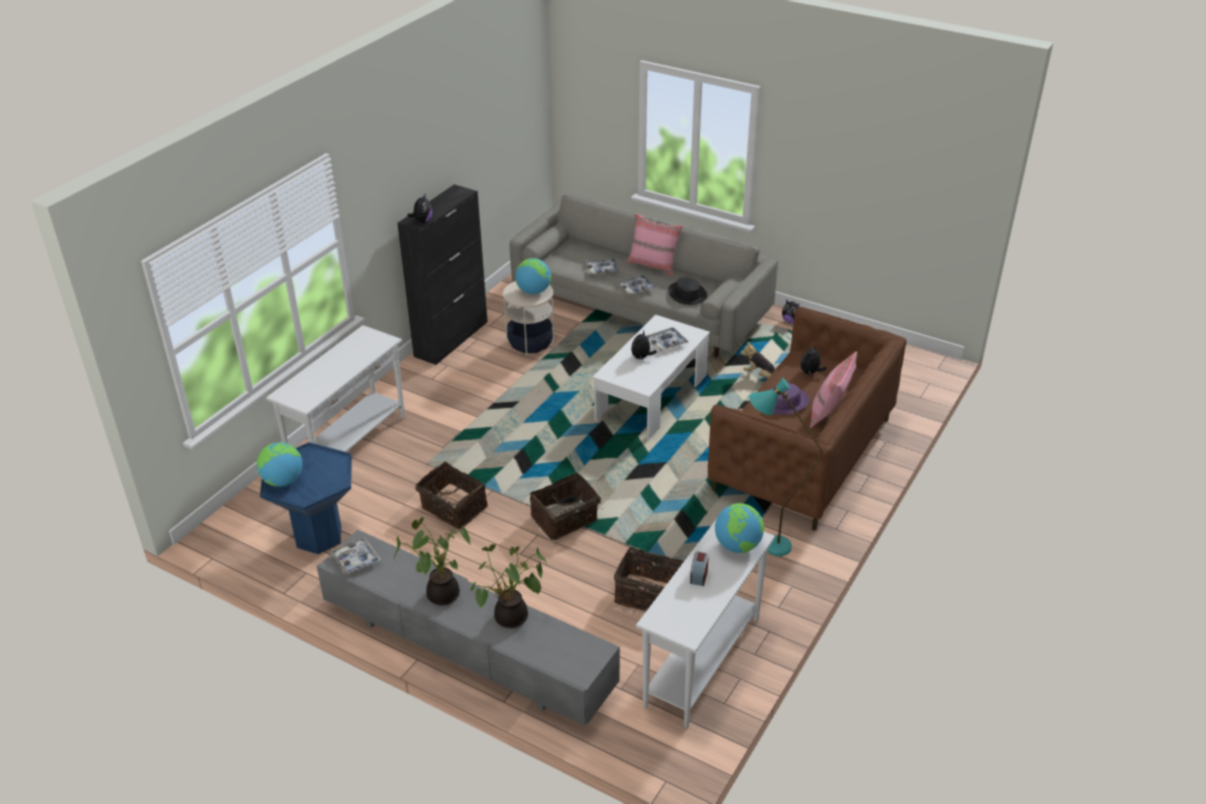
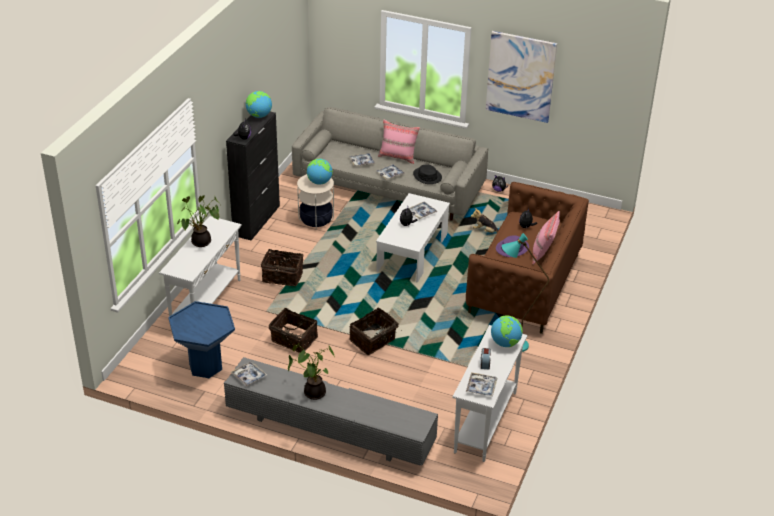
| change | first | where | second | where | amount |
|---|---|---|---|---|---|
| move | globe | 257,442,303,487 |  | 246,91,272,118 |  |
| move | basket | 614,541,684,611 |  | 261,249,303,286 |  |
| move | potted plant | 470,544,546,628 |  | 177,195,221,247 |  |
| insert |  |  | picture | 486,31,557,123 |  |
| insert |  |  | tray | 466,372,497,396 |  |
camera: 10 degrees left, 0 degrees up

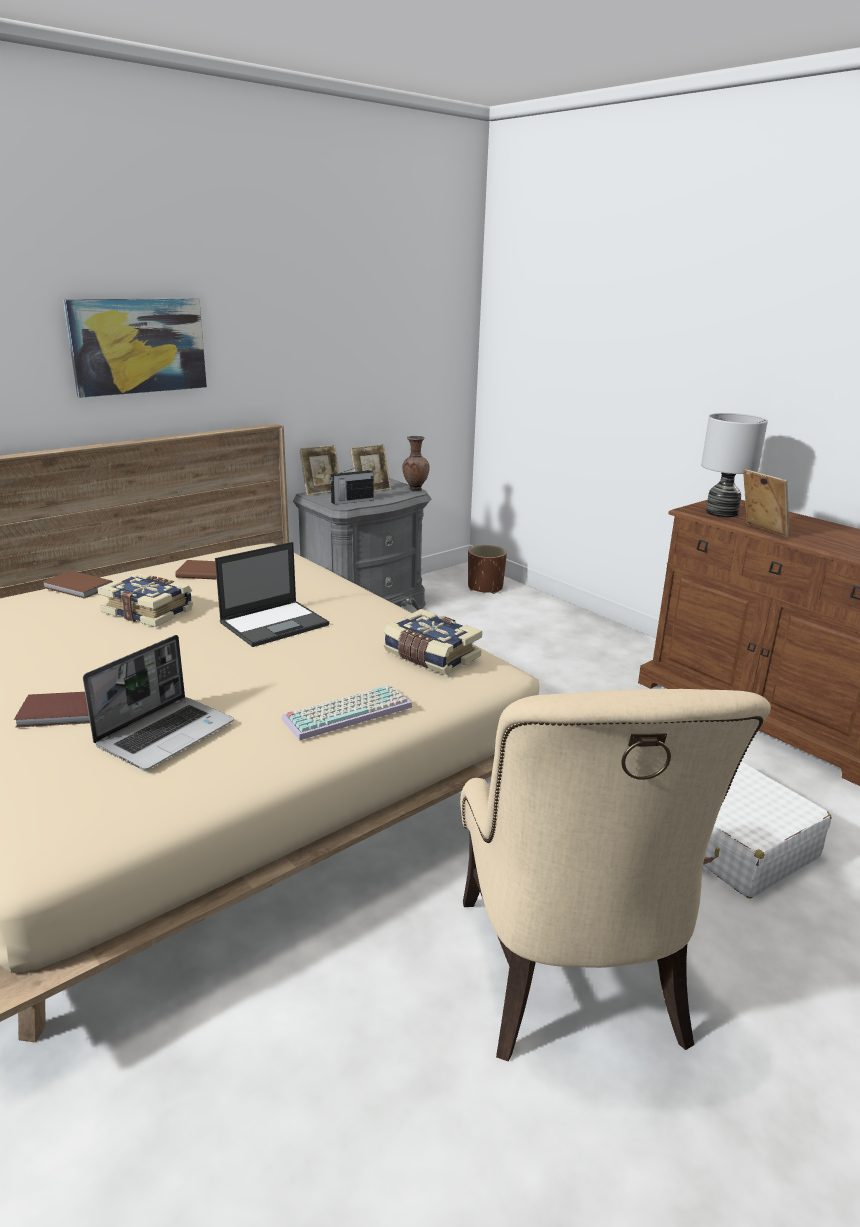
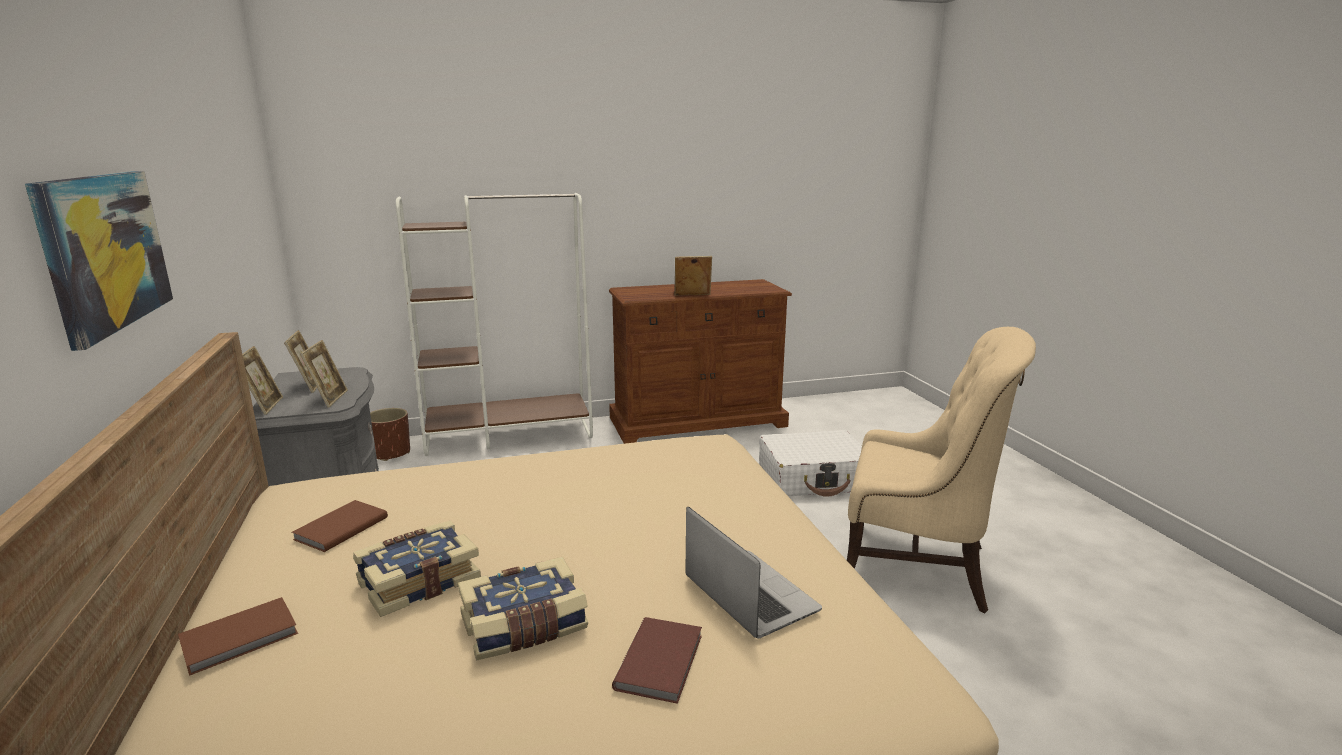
| change | first | where | second | where | amount |
|---|---|---|---|---|---|
| delete | table lamp/grey | 701,413,768,517 |  |  |  |
| delete | vase/brown | 402,436,430,491 |  |  |  |
| replace | radio | 330,464,374,505 | picture frame | 300,340,348,407 |  |
| delete | laptop | 215,542,329,647 |  |  |  |
| move | book | 384,609,482,675 |  | 458,557,588,661 |  |
| delete | keyboard | 281,685,412,741 |  |  |  |
| insert |  |  | clothes rack/brown | 396,193,593,456 |  |
camera: 65 degrees left, 5 degrees down

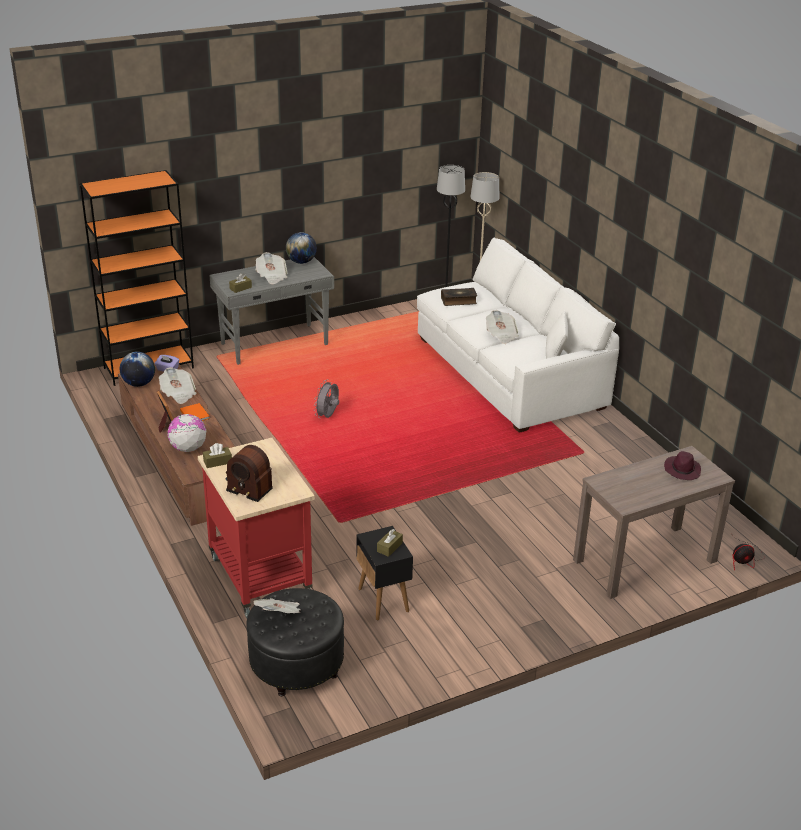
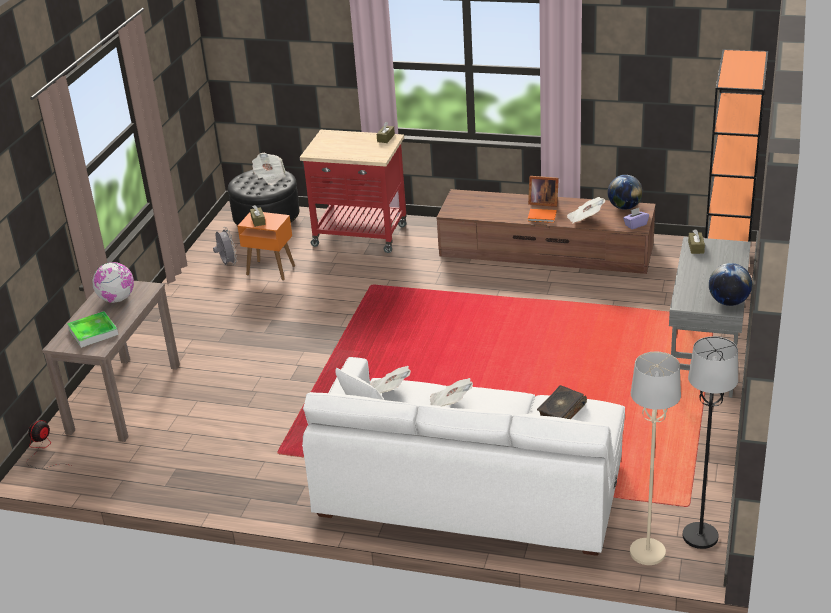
| change | first | where | second | where | amount |
|---|---|---|---|---|---|
| move | newspaper | 256,252,287,284 |  | 370,366,411,394 |  |
| move | fan/grey | 314,379,339,418 |  | 213,227,237,265 |  |
| move | globe | 167,414,206,452 |  | 92,262,134,303 |  |
| delete | radio | 225,445,273,502 |  |  |  |
| replace | hat/purple | 664,451,701,480 | tray | 67,311,119,348 |  |
| recolor | side table/black | 356,526,413,620 | side table/orange | 238,212,295,280 |  |
camera: 135 degrees right, 0 degrees up

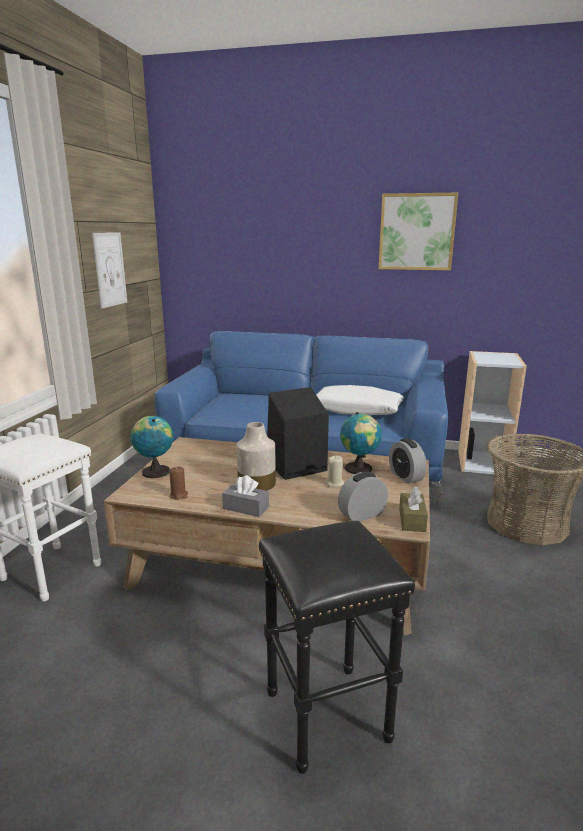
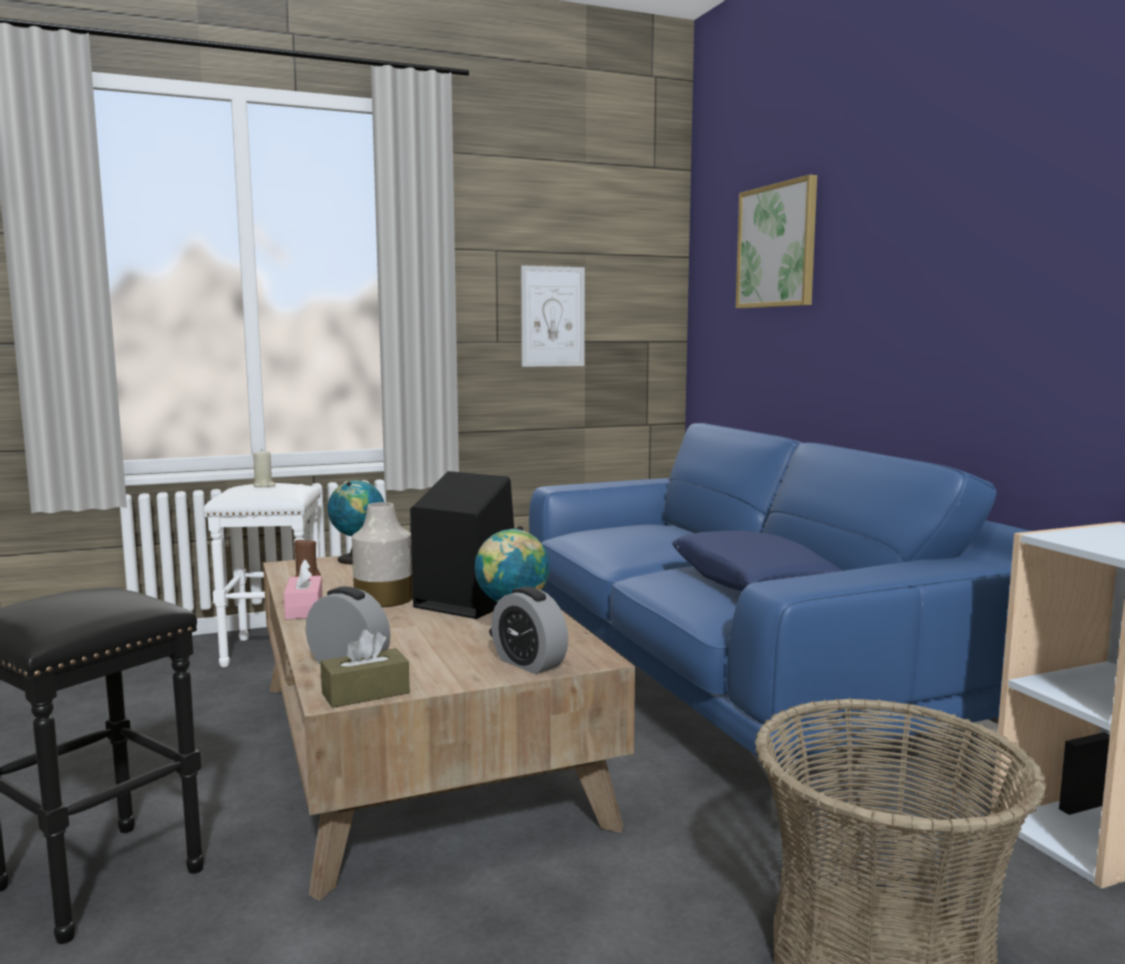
| change | first | where | second | where | amount |
|---|---|---|---|---|---|
| move | picture | 378,193,458,270 |  | 736,175,817,308 |  |
| recolor | pillow/white | 316,385,404,415 | pillow/blue | 672,531,842,591 |  |
| rotate | alarm clock | 389,438,427,484 |  | 491,587,568,674 | 75 degrees counterclockwise |
| move | candle/beige | 326,456,344,487 |  | 253,451,275,487 |  |
| recolor | tissue box/grey | 222,475,269,517 | tissue box/pink | 284,559,323,620 |  |
camera: 55 degrees right, 10 degrees down

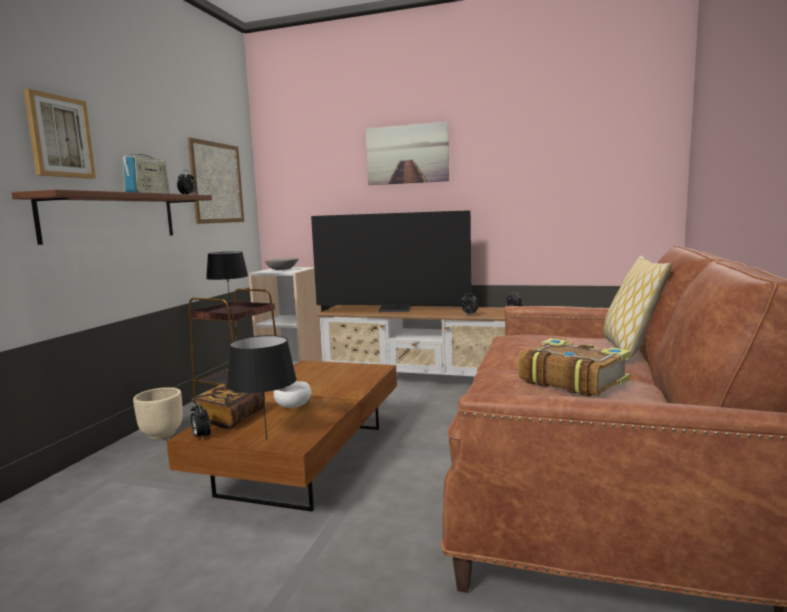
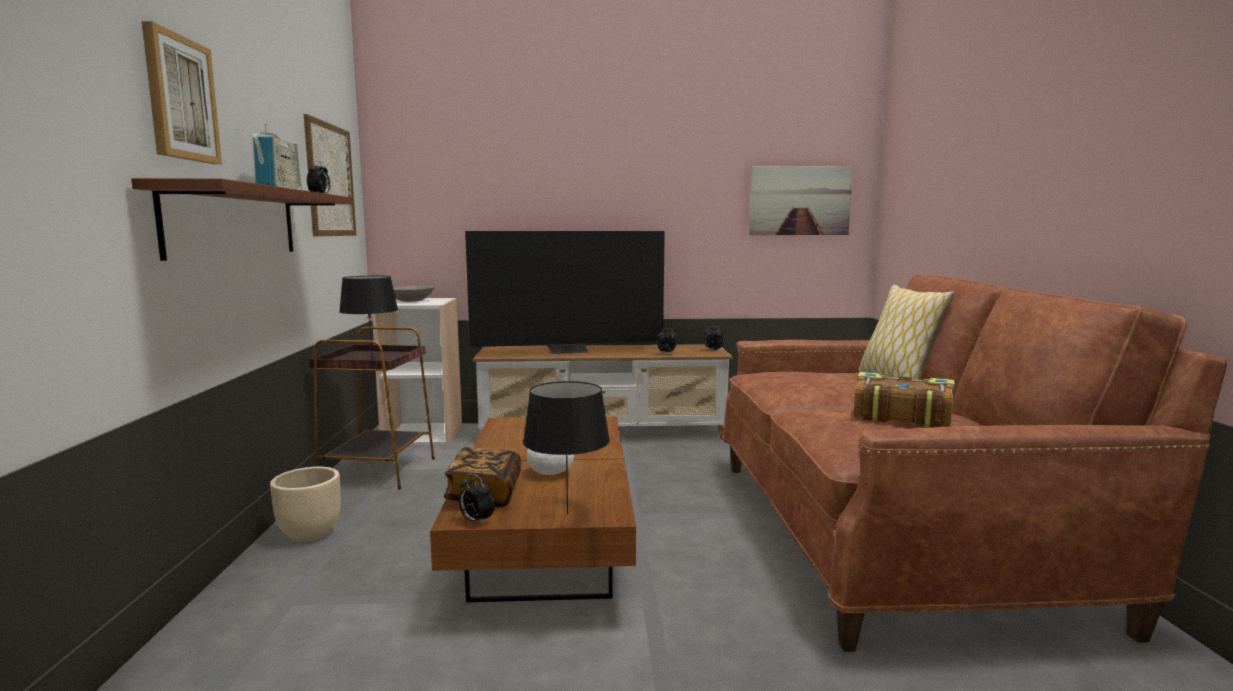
| change | first | where | second | where | amount |
|---|---|---|---|---|---|
| move | picture | 366,122,449,185 |  | 749,166,853,235 |  |
camera: 20 degrees left, 0 degrees up

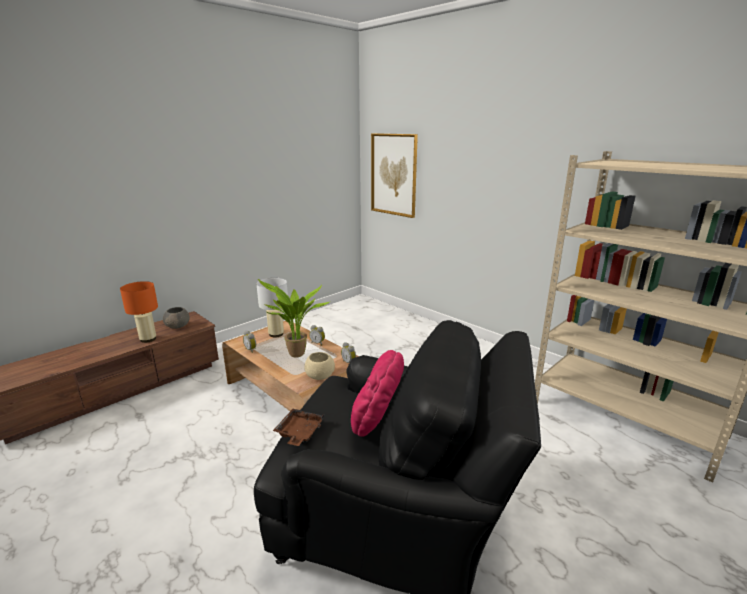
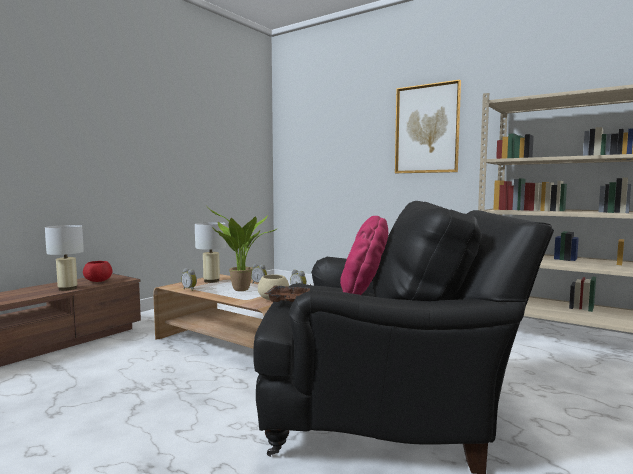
| change | first | where | second | where | amount |
|---|---|---|---|---|---|
| move | picture | 371,133,418,218 |  | 395,80,461,173 |  |
| recolor | table lamp/orange | 120,281,158,343 | table lamp/white | 45,225,84,291 |  |
| recolor | bowl/grey | 163,307,190,329 | bowl/red | 83,261,112,282 |  |
camera: 10 degrees left, 15 degrees down

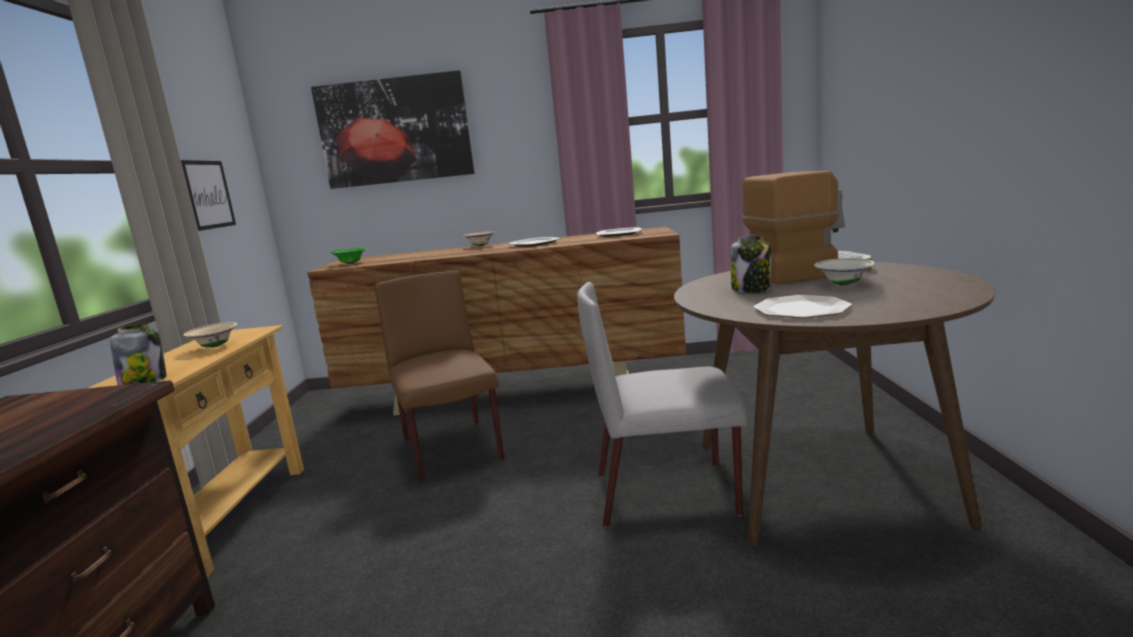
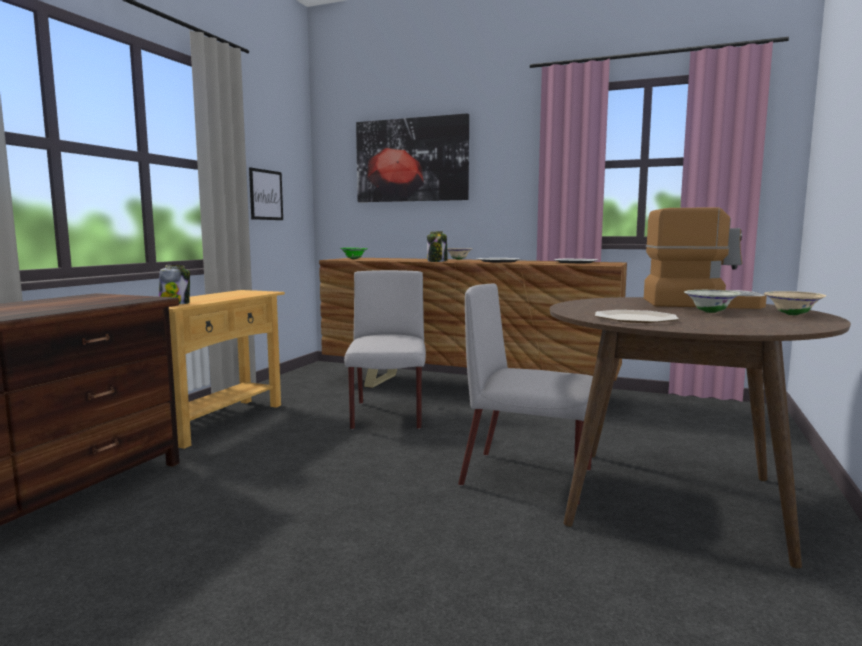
| change | first | where | second | where | amount |
|---|---|---|---|---|---|
| move | jar | 731,236,771,293 |  | 427,231,448,262 |  |
| recolor | chair/brown | 374,271,504,482 | chair/grey | 344,270,426,430 |  |
| move | bowl/beige | 183,322,237,348 |  | 764,291,826,315 |  |
camera: 20 degrees right, 5 degrees down

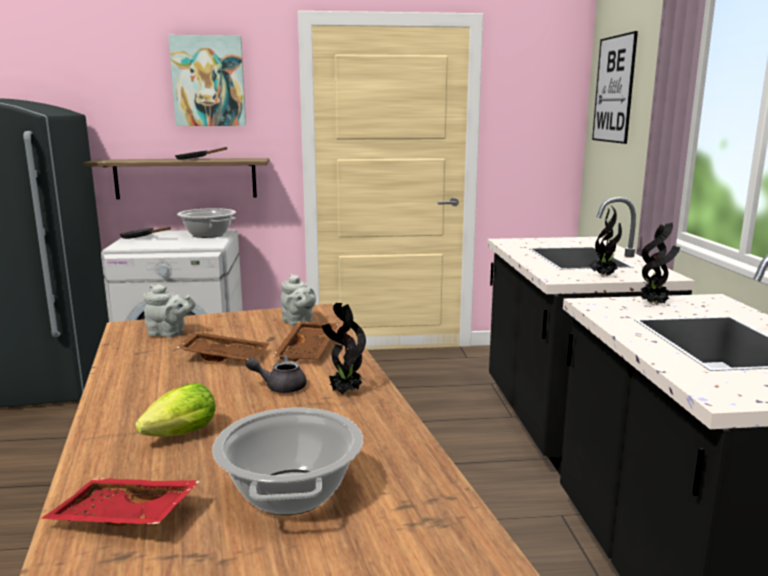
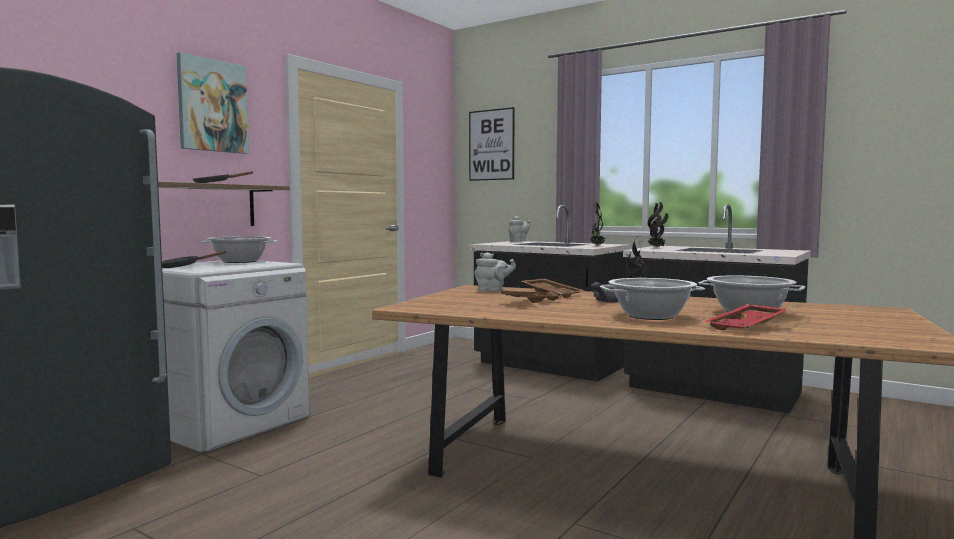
| change | first | where | second | where | amount |
|---|---|---|---|---|---|
| move | teapot/grey | 143,284,196,337 |  | 508,216,530,242 |  |
| replace | lettuce | 135,383,216,437 | cooking pot | 600,278,705,320 |  |
camera: 50 degrees left, 10 degrees down

